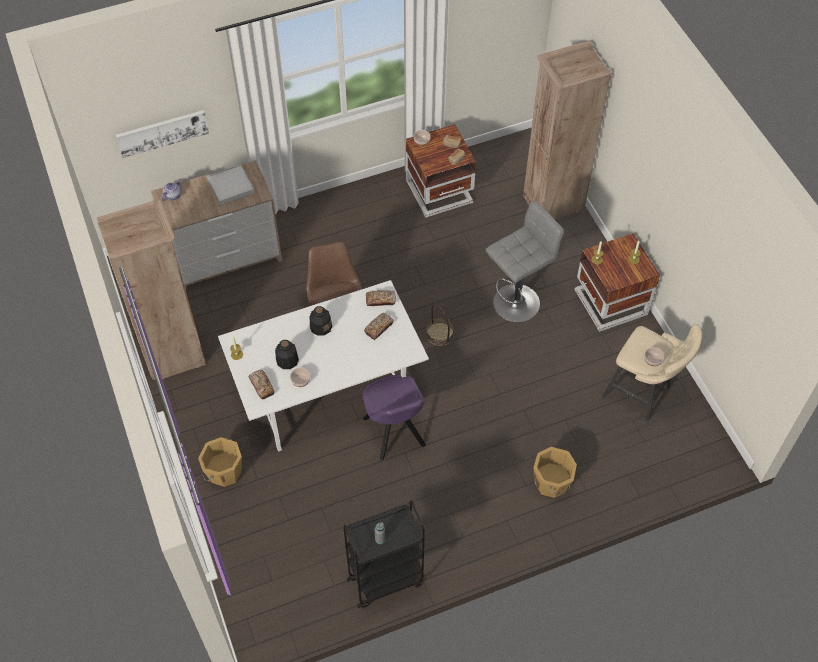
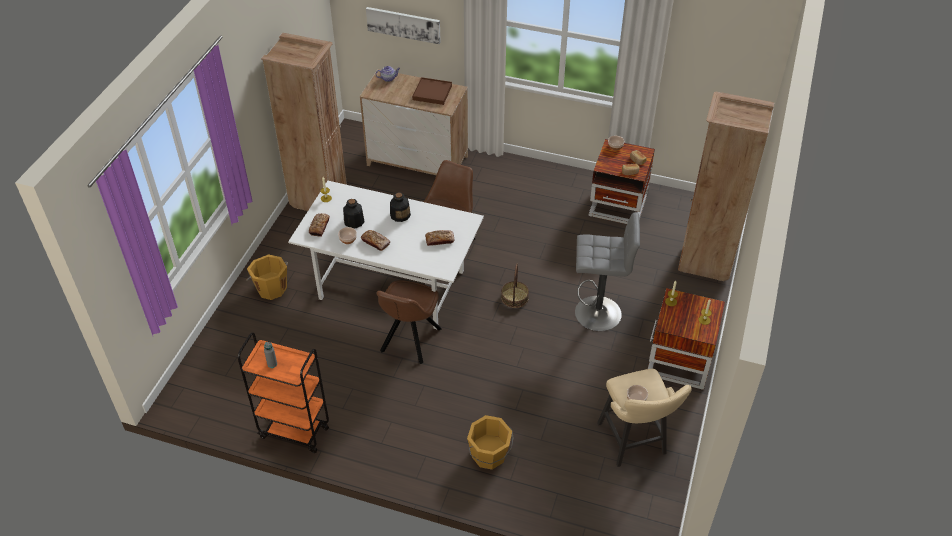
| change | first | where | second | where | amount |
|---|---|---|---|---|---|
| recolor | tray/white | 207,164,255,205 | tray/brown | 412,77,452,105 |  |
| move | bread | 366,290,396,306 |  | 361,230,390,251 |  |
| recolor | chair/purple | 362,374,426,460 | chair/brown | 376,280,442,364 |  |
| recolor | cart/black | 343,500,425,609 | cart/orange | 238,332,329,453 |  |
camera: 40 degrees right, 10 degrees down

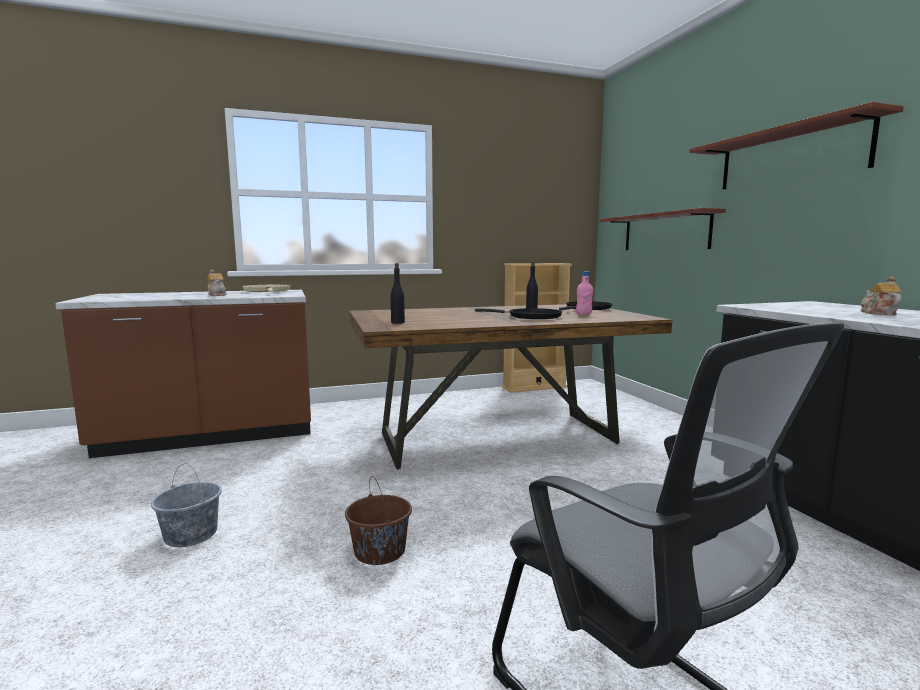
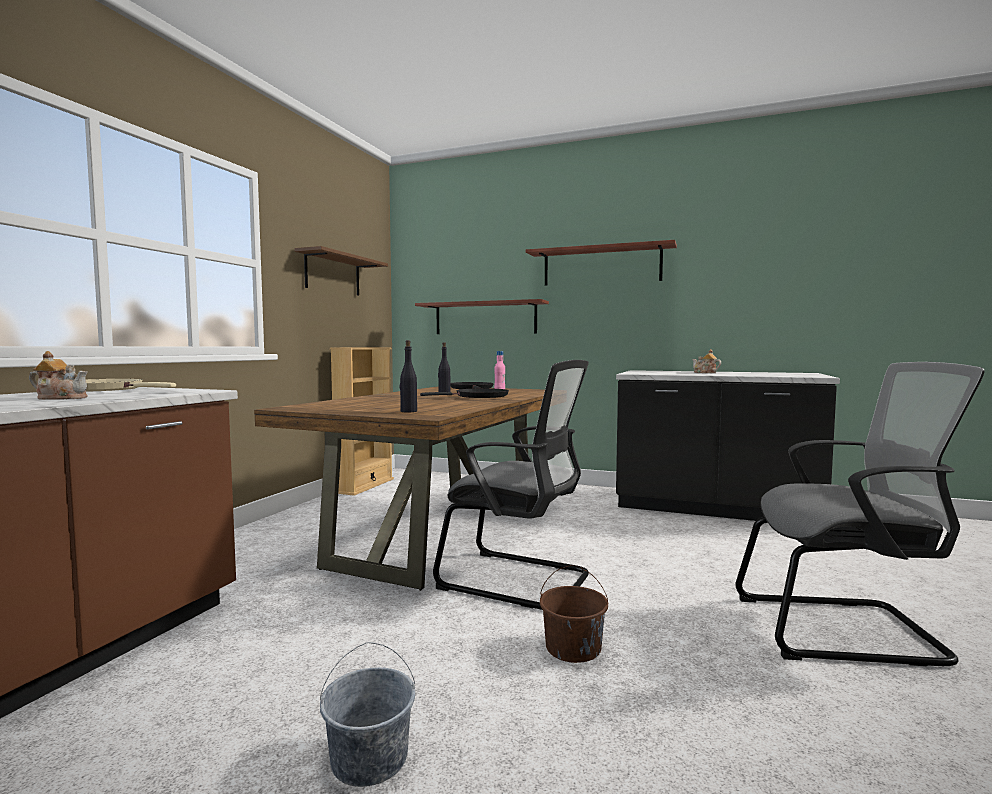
| change | first | where | second | where | amount |
|---|---|---|---|---|---|
| insert |  |  | shelf/brown | 294,246,388,296 |  |
| insert |  |  | chair | 433,360,589,610 |  |
camera: 50 degrees left, 5 degrees down

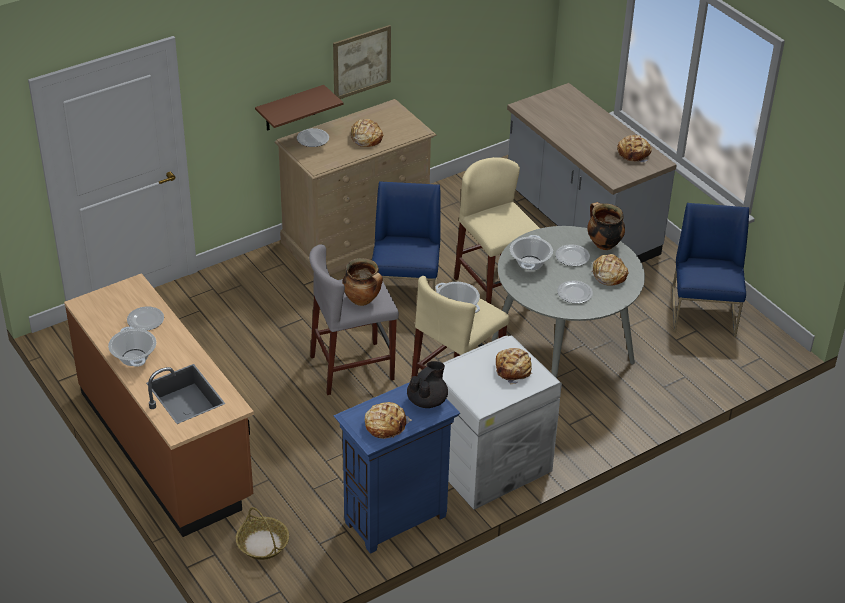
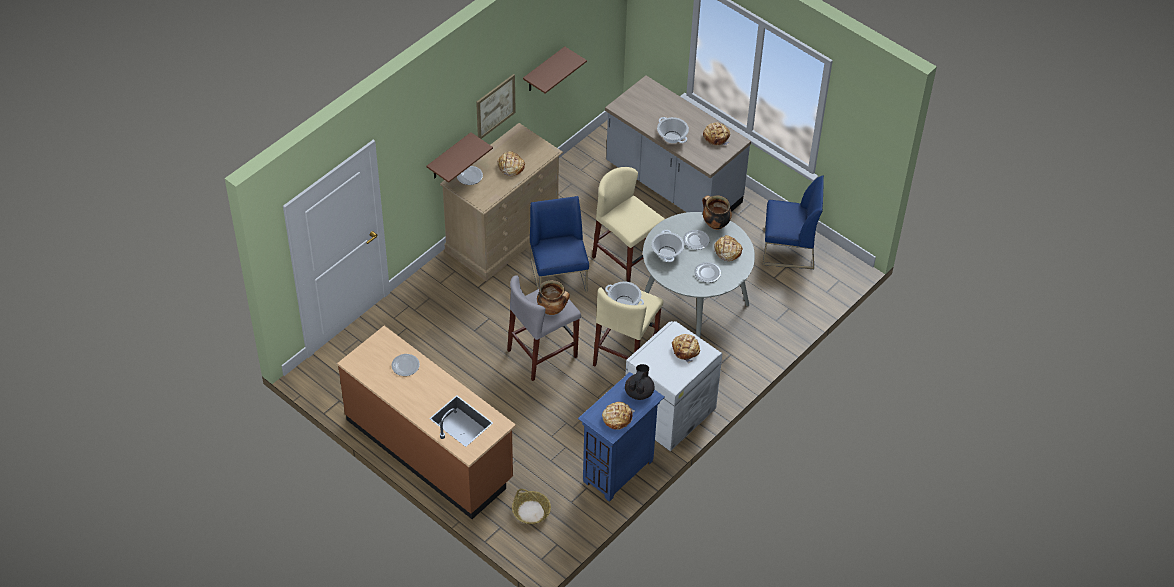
| change | first | where | second | where | amount |
|---|---|---|---|---|---|
| rotate | chair/blue | 672,203,749,337 |  | 763,176,824,269 | 105 degrees clockwise |
| move | cooking pot | 108,327,156,367 |  | 657,117,689,143 |  |
| insert |  |  | shelf/brown | 523,46,587,93 |  |
camera: 15 degrees left, 10 degrees up

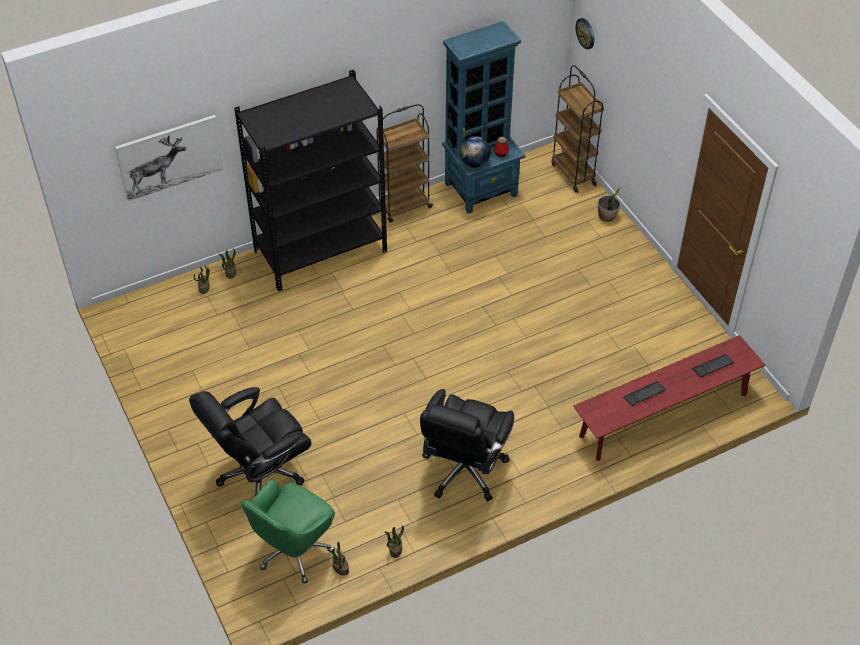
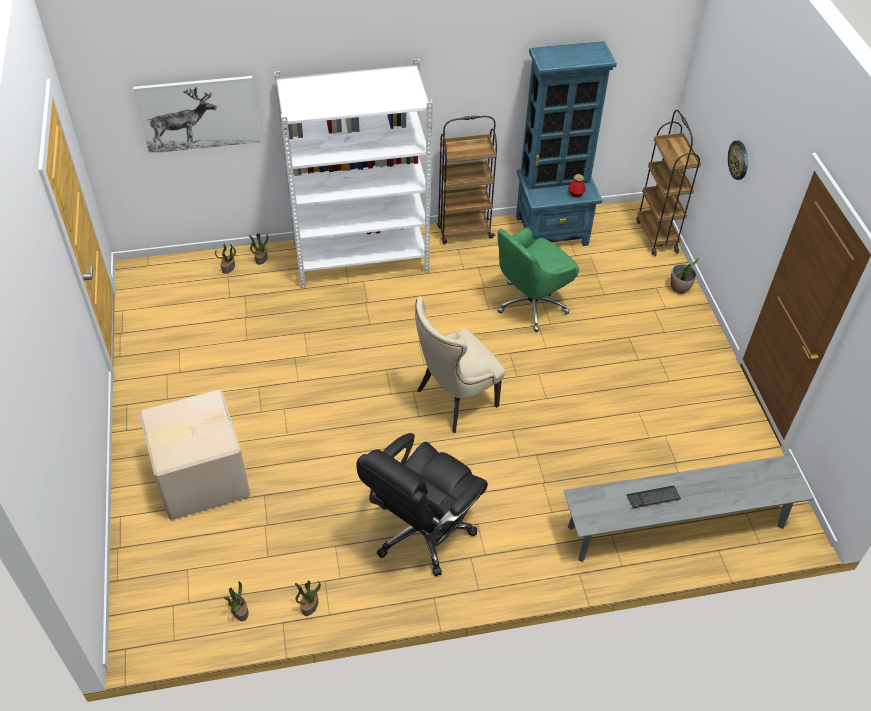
| change | first | where | second | where | amount |
|---|---|---|---|---|---|
| move | wall clock | 576,18,594,50 |  | 728,141,748,180 |  |
| recolor | bookcase/black | 234,69,387,291 | bookcase/white | 274,59,433,288 |  |
| delete | globe | 460,136,491,168 |  |  |  |
| recolor | bench/red | 573,335,765,461 | bench/grey | 563,455,814,562 |  |
| delete | keyboard | 692,354,734,377 |  |  |  |
| replace | office chair/black | 189,387,311,496 | cardboard box | 139,389,250,520 |  |
| move | office chair/green | 241,478,335,583 |  | 498,227,580,332 |  |
| insert |  |  | chair/beige | 415,296,505,433 |  |
camera: 15 degrees right, 0 degrees up

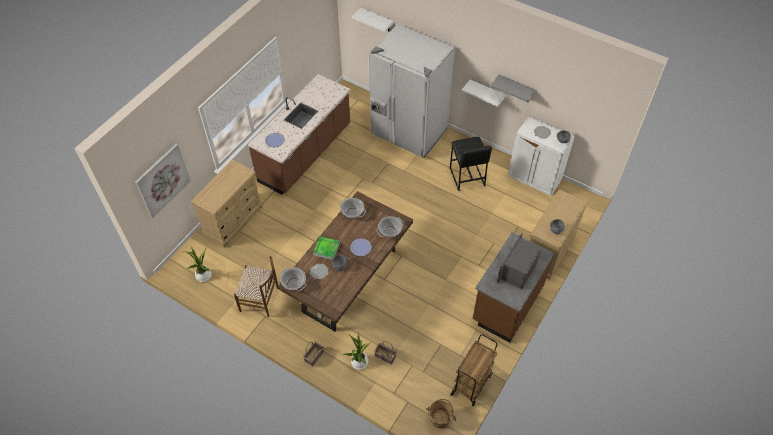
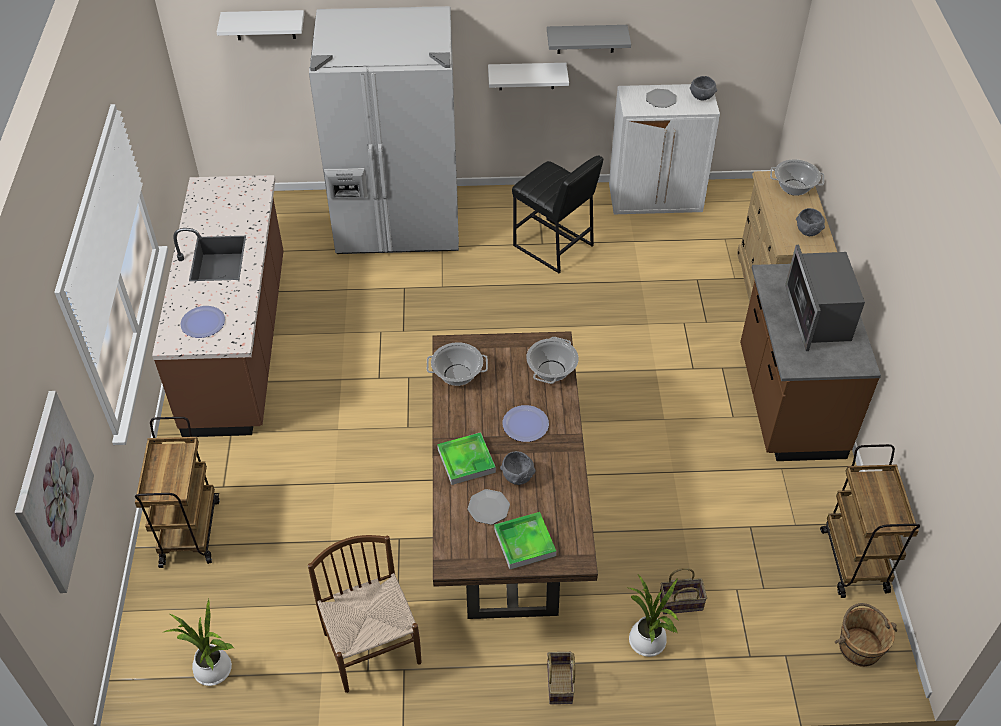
| change | first | where | second | where | amount |
|---|---|---|---|---|---|
| replace | dresser/beige | 190,159,263,247 | cart/brown | 135,417,220,568 |  |
| rotate | chair/brown | 234,256,278,317 |  | 308,535,421,693 | 90 degrees counterclockwise |
| move | cooking pot | 280,268,306,291 |  | 770,159,824,196 |  |
| insert |  |  | tray | 494,512,556,569 |  |
camera: 35 degrees left, 5 degrees down

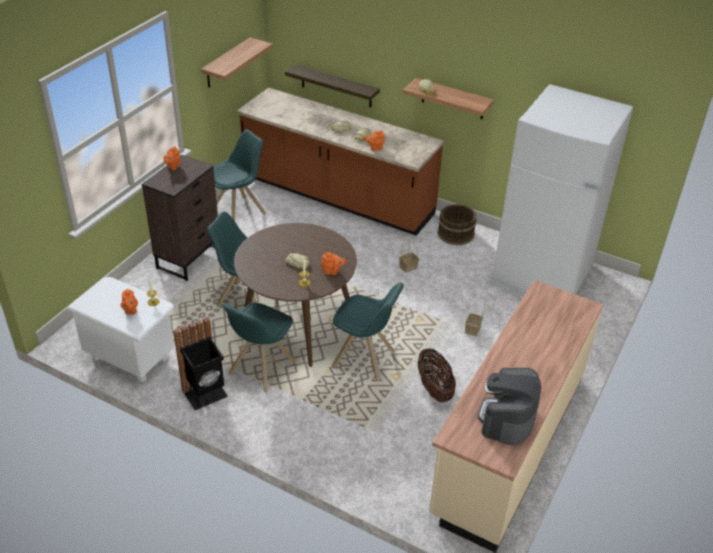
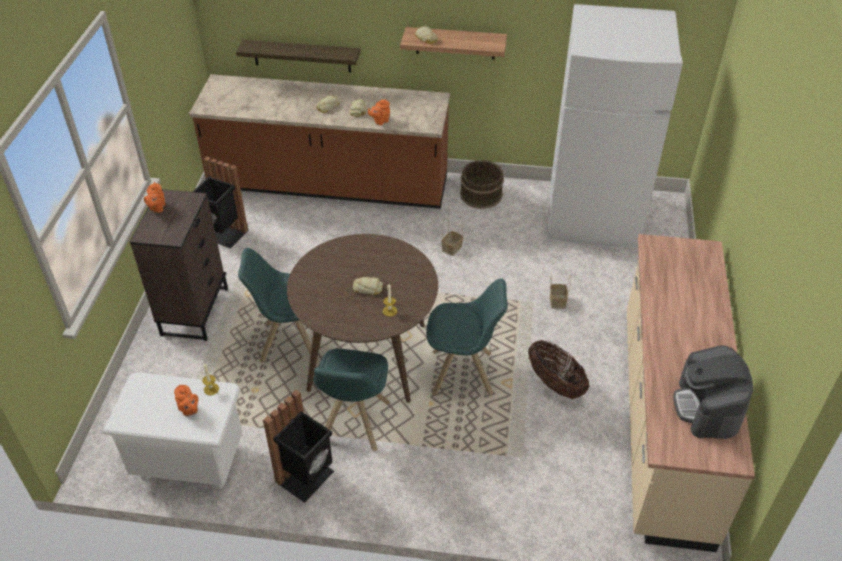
| change | first | where | second | where | amount |
|---|---|---|---|---|---|
| delete | shelf | 201,37,273,88 |  |  |  |
| replace | chair/turquoise | 213,129,266,221 | trash can/black | 193,156,248,249 |  |
| delete | teapot/orange | 321,252,346,275 |  |  |  |
camera: 20 degrees left, 5 degrees up

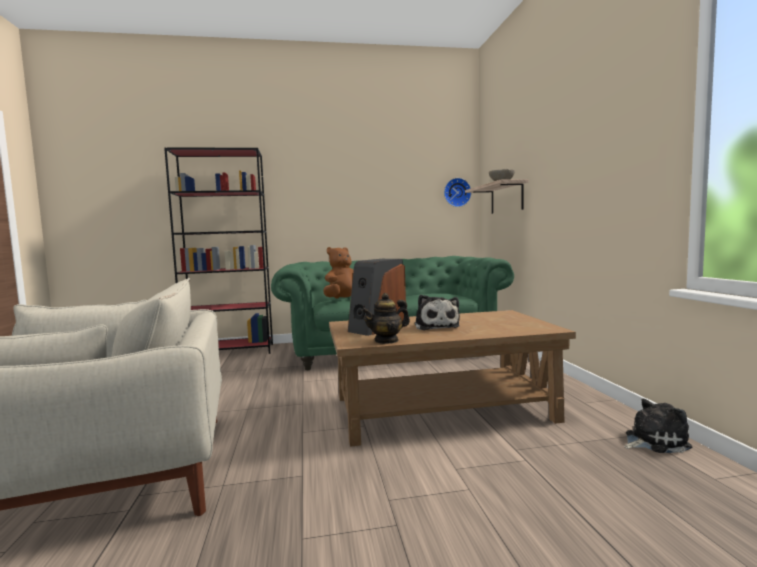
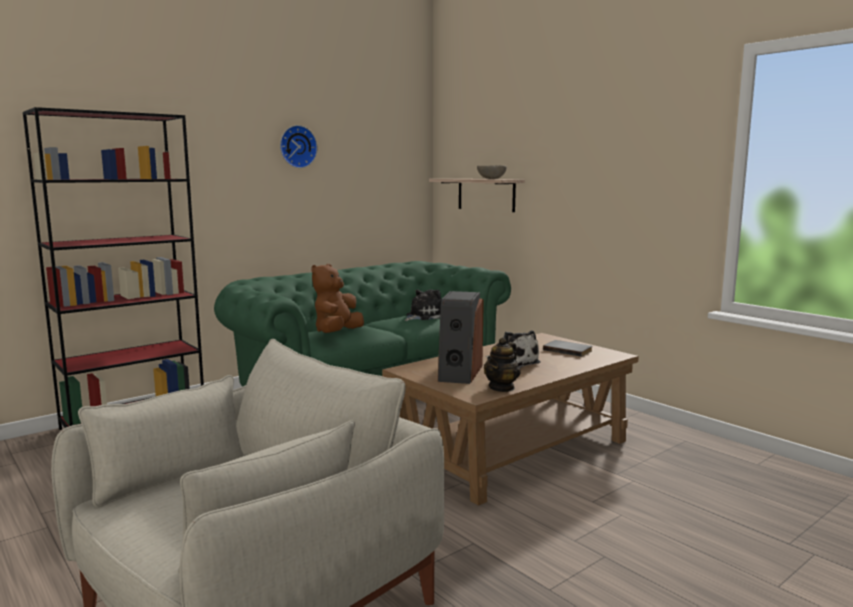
| change | first | where | second | where | amount |
|---|---|---|---|---|---|
| move | wall clock | 444,178,472,207 |  | 280,125,318,168 |  |
| move | plush toy | 624,399,692,453 |  | 405,289,442,321 |  |
| insert |  |  | book/grey | 543,340,592,357 |  |
camera: 30 degrees left, 5 degrees up

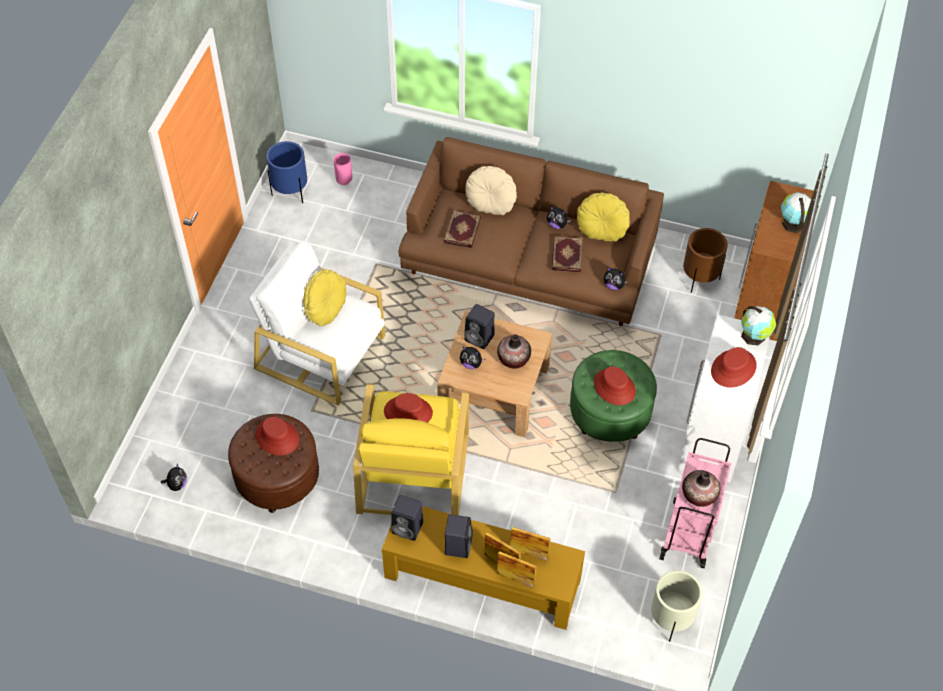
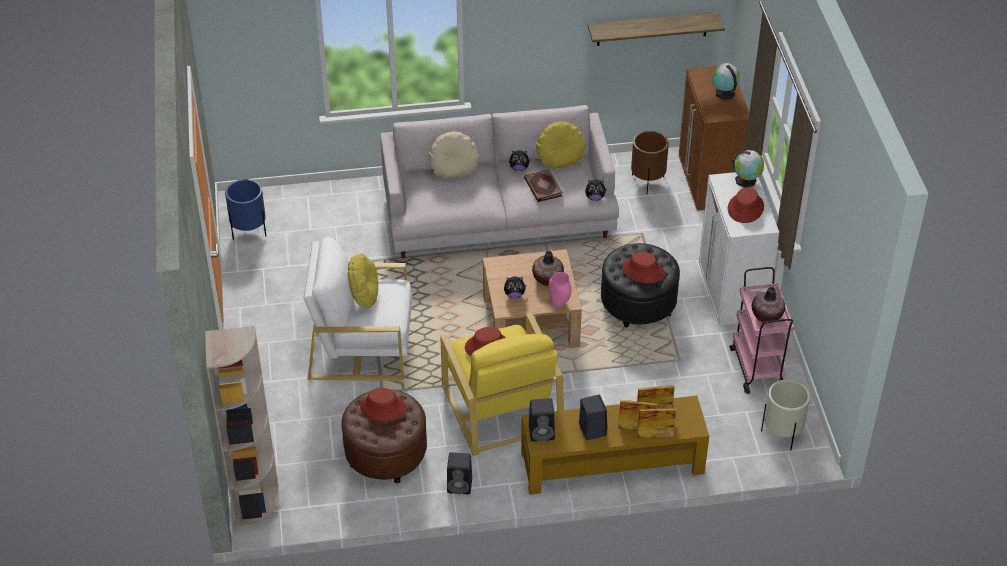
| change | first | where | second | where | amount |
|---|---|---|---|---|---|
| recolor | sofa/brown | 399,137,664,326 | sofa/white | 380,105,619,259 |  |
| move | vase/pink | 334,153,352,185 |  | 548,272,571,308 |  |
| delete | book | 444,210,481,248 |  |  |  |
| move | speaker/black | 464,304,495,349 |  | 447,452,472,494 |  |
| recolor | ottoman/green | 570,350,657,442 | ottoman/black | 601,243,680,327 |  |
| delete | plush toy | 161,464,187,491 |  |  |  |
| insert |  |  | shelf | 588,12,725,46 |  |
| insert |  |  | bookcase/beige | 205,326,279,527 |  |
camera: 25 degrees left, 10 degrees down

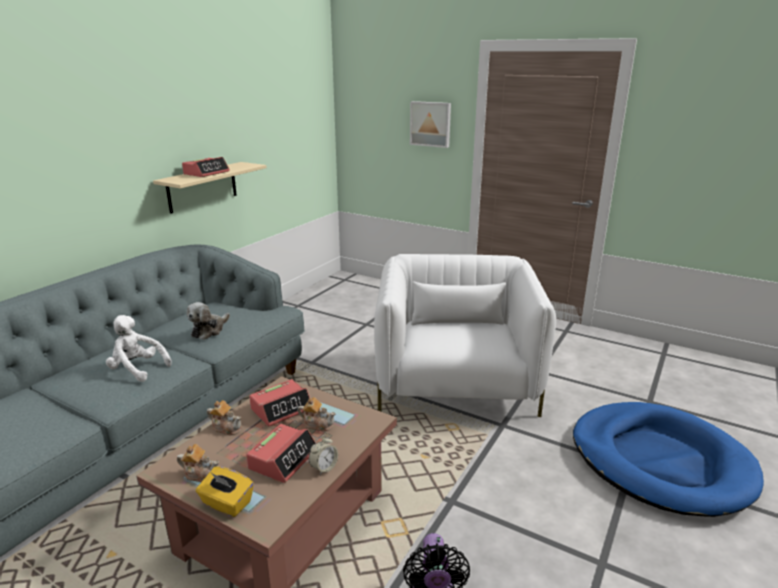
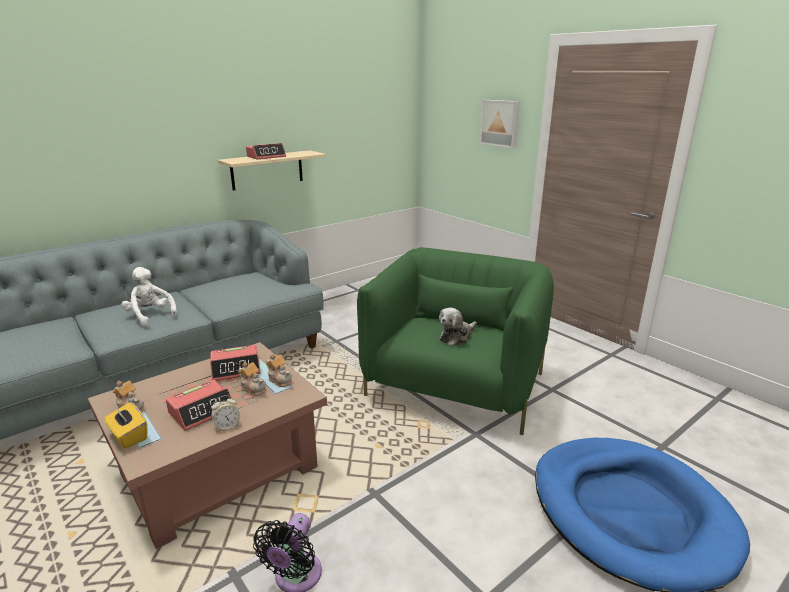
| change | first | where | second | where | amount |
|---|---|---|---|---|---|
| recolor | armchair/white | 374,254,556,417 | armchair/green | 357,247,554,435 |  |
| move | plush toy | 187,302,230,340 |  | 439,308,477,346 |  |
| move | teapot | 207,400,242,435 |  | 266,354,292,387 |  |
camera: 20 degrees right, 0 degrees up

